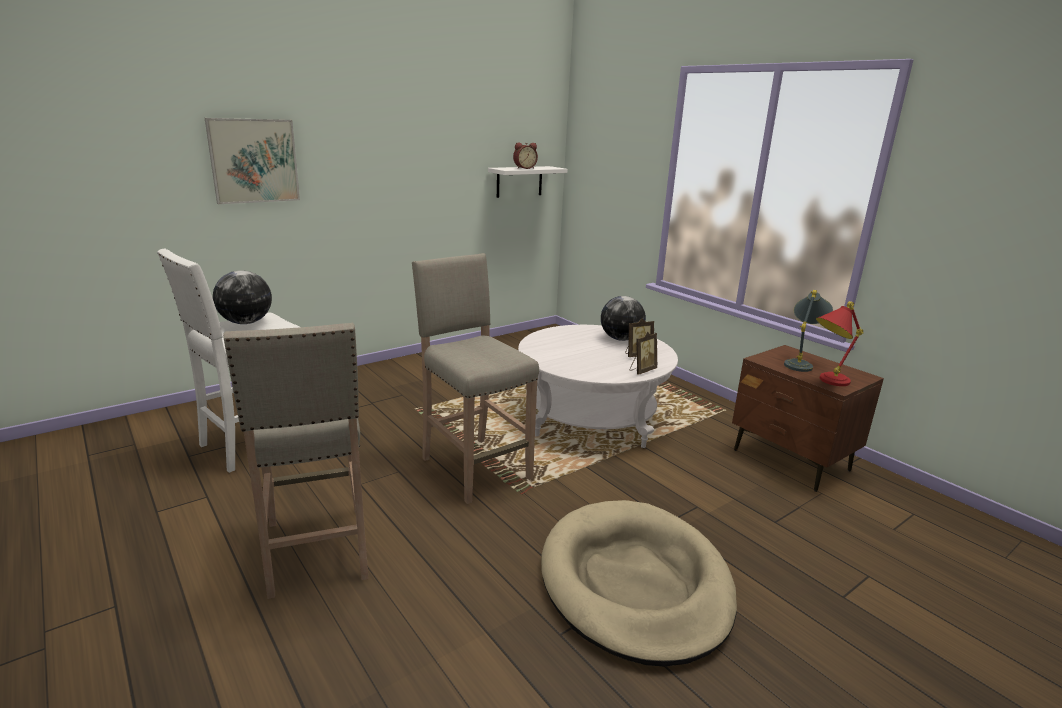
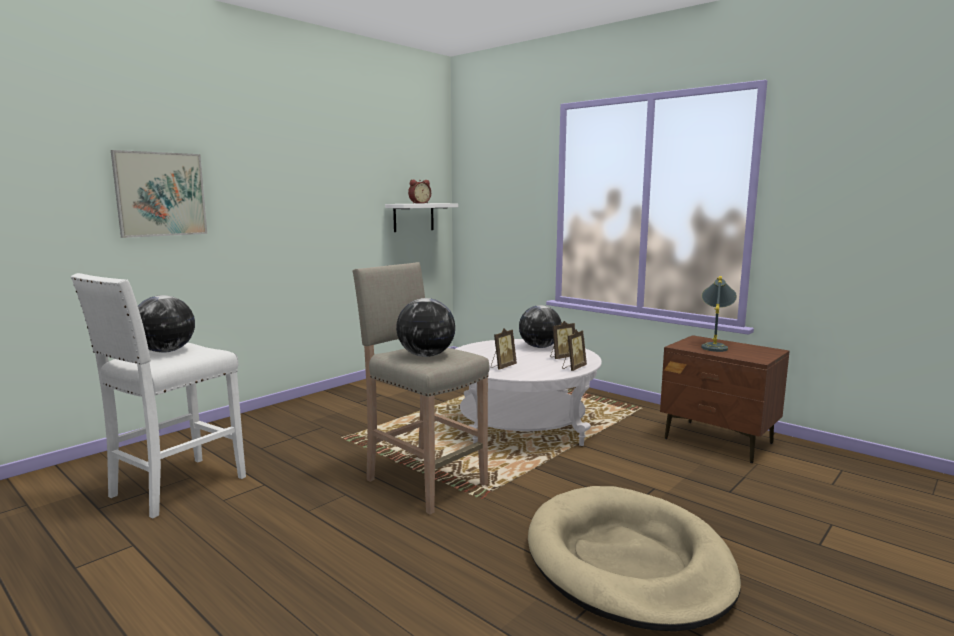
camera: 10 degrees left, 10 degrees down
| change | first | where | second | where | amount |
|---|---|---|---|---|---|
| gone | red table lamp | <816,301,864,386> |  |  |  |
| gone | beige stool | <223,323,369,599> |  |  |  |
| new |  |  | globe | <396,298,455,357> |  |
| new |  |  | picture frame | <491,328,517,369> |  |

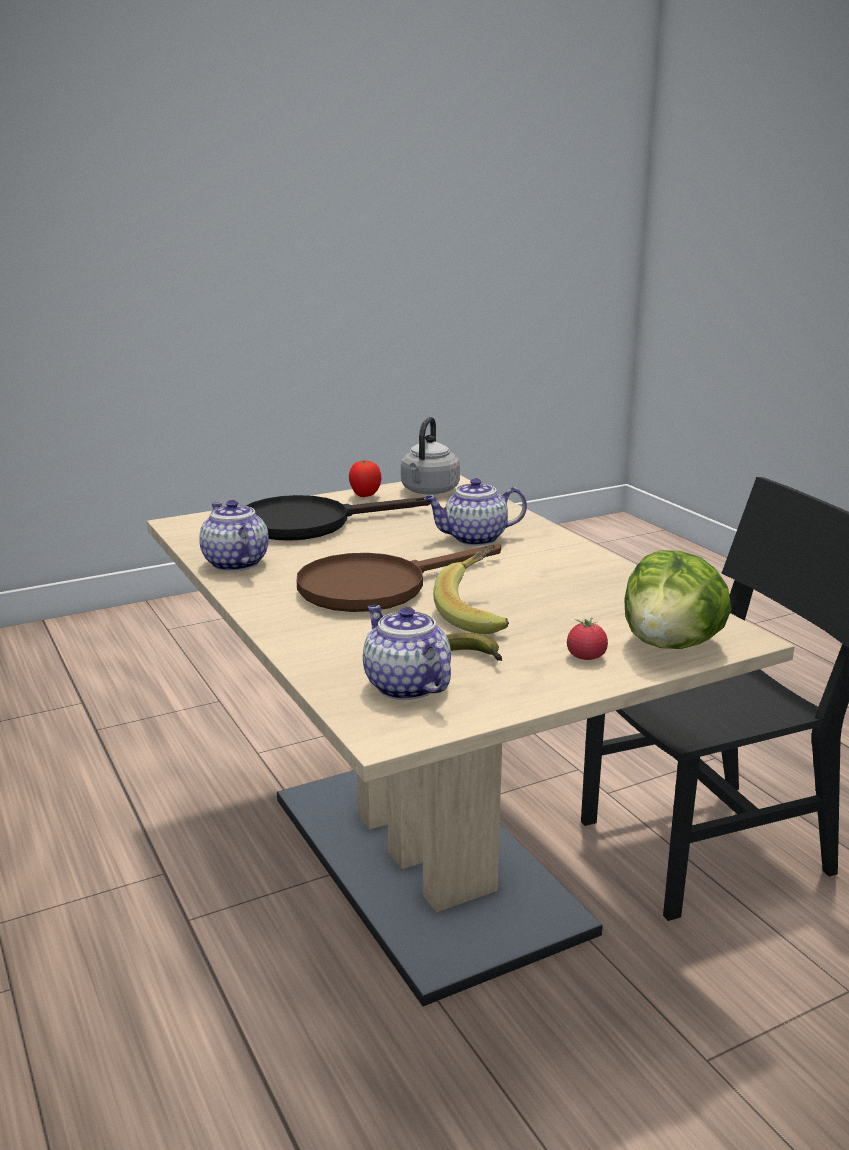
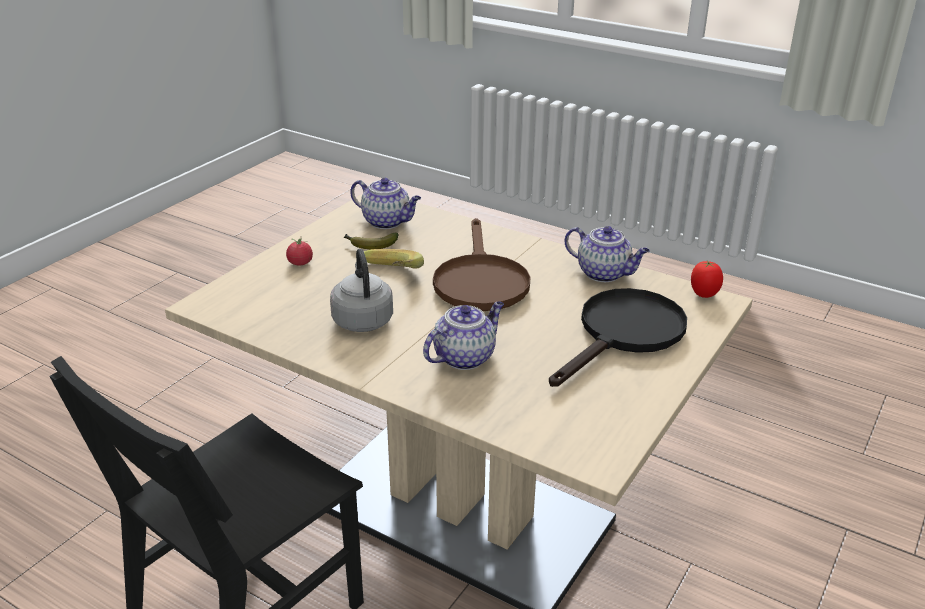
camera: 150 degrees right, 10 degrees up
| change | first | where | second | where | amount |
|---|---|---|---|---|---|
| shifted | grey kettle | <401,417,460,495> |  | <330,249,393,332> |  |
| shifted | tomato | <349,460,381,497> |  | <691,261,723,298> |  |
| rotated | brown frying pan | <297,544,501,612> |  | <433,218,531,311> | 150 degrees clockwise |
| gone | lettuce | <624,550,731,649> |  |  |  |

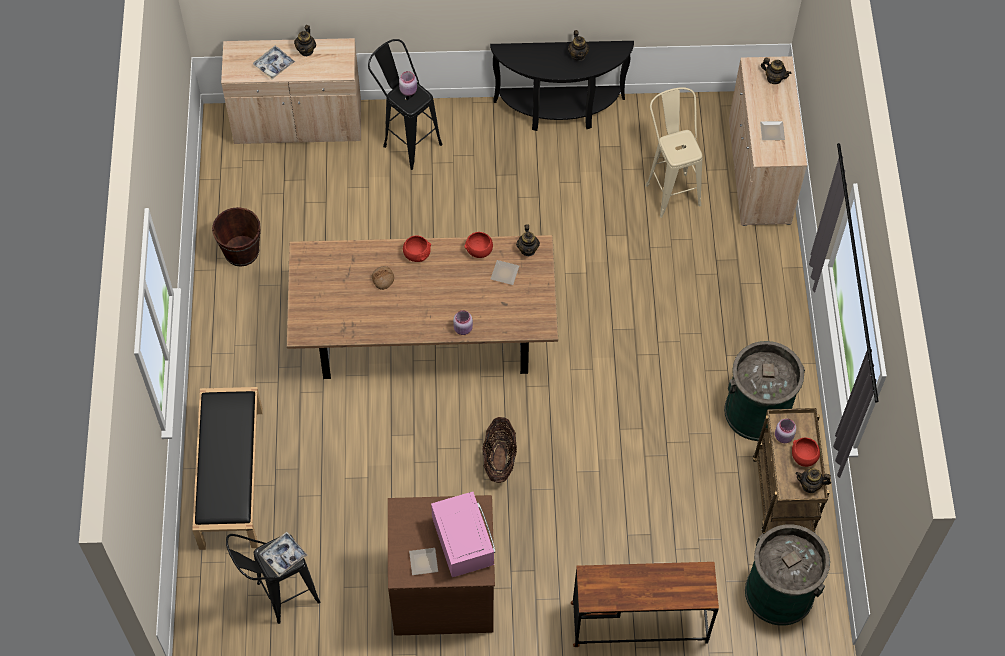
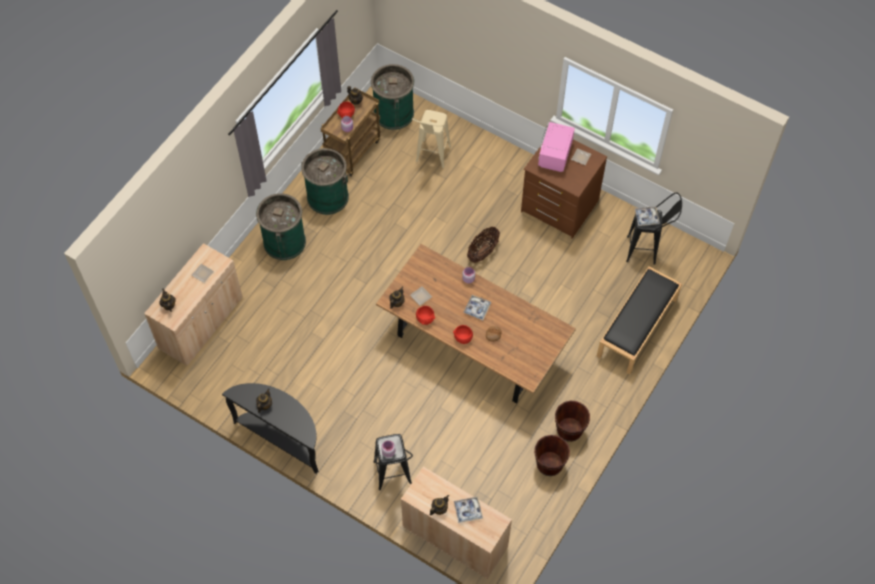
camera: 145 degrees left, 0 degrees up
| change | first | where | second | where | amount |
|---|---|---|---|---|---|
| shifted | beige stool | <645,87,702,218> |  | <412,110,451,168> |  |
| gone | brown desk | <571,562,719,647> |  |  |  |
| new |  |  | green trash can | <256,193,306,260> |  |
| new |  |  | tray | <463,295,491,320> |  |
| new |  |  | brown bucket | <555,401,590,442> |  |

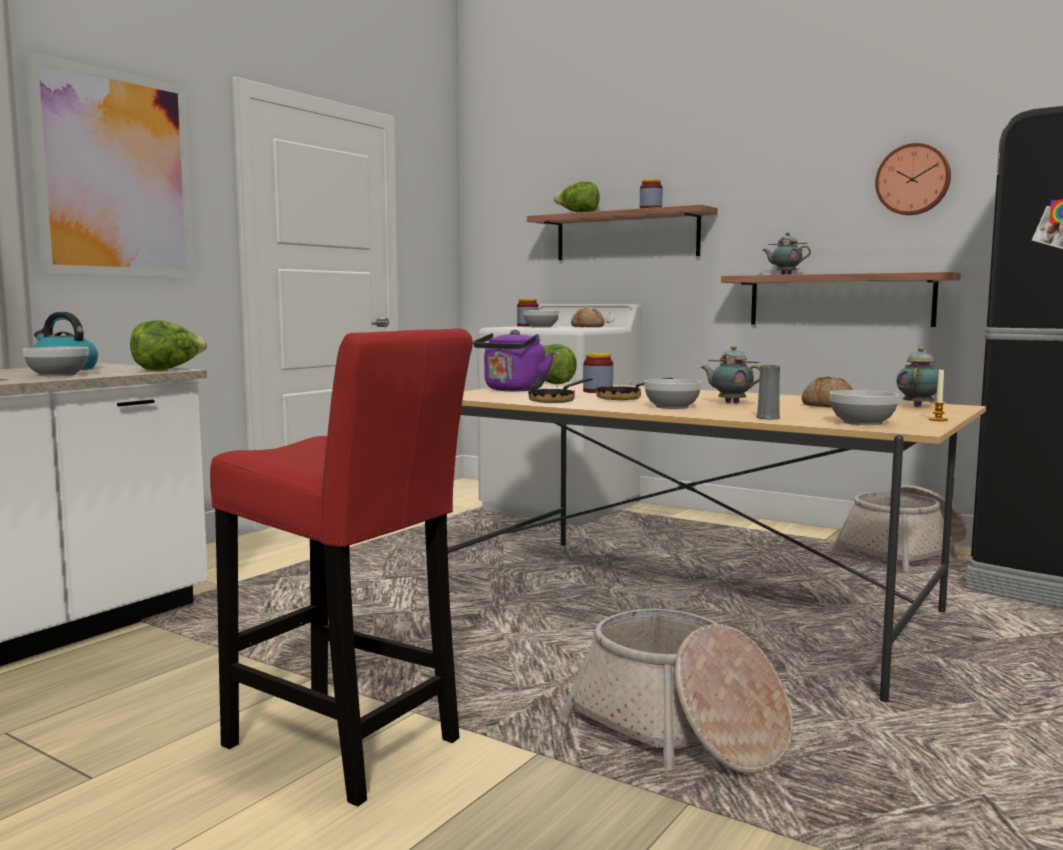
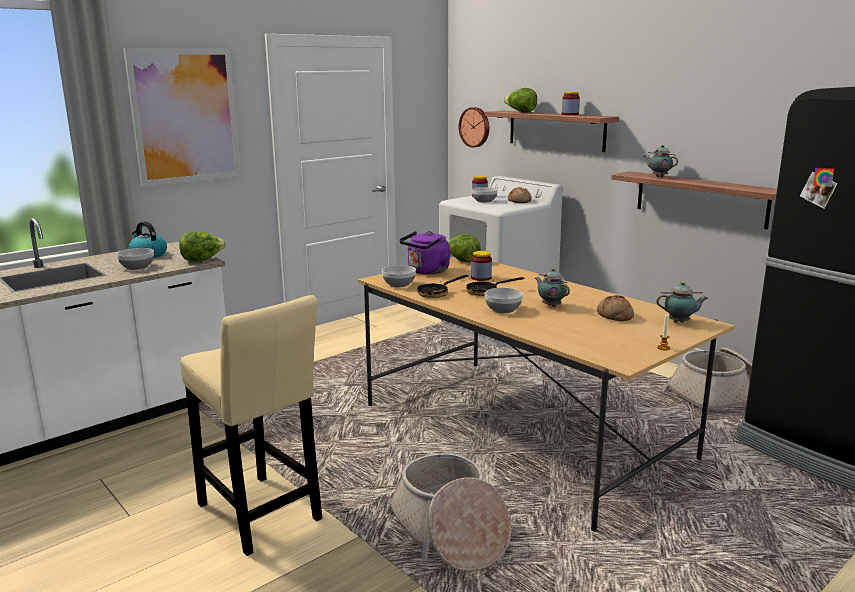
camera: 15 degrees right, 10 degrees up
| change | first | where | second | where | amount |
|---|---|---|---|---|---|
| shifted | wall clock | <875,143,951,215> |  | <459,107,489,148> |  |
| repainted | red stool | <210,329,473,806> | beige stool | <181,295,322,556> |  |
| rotated | teapot | <896,347,939,407> |  | <656,281,708,323> | 45 degrees clockwise |
| gone | grey vase | <757,365,780,419> |  |  |  |
| shifted | bowl | <830,390,899,425> |  | <382,265,416,287> |  |

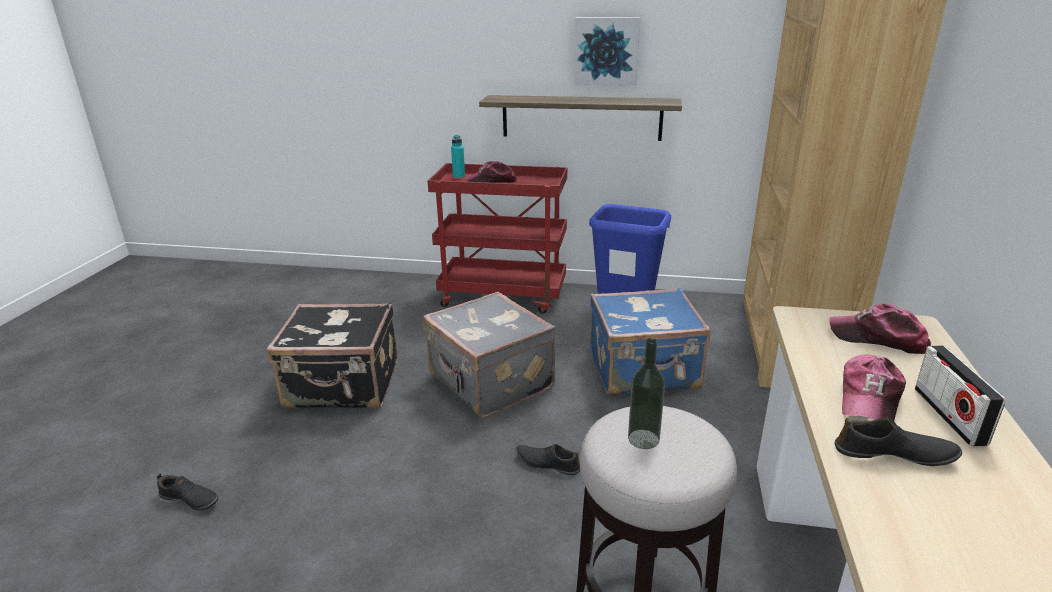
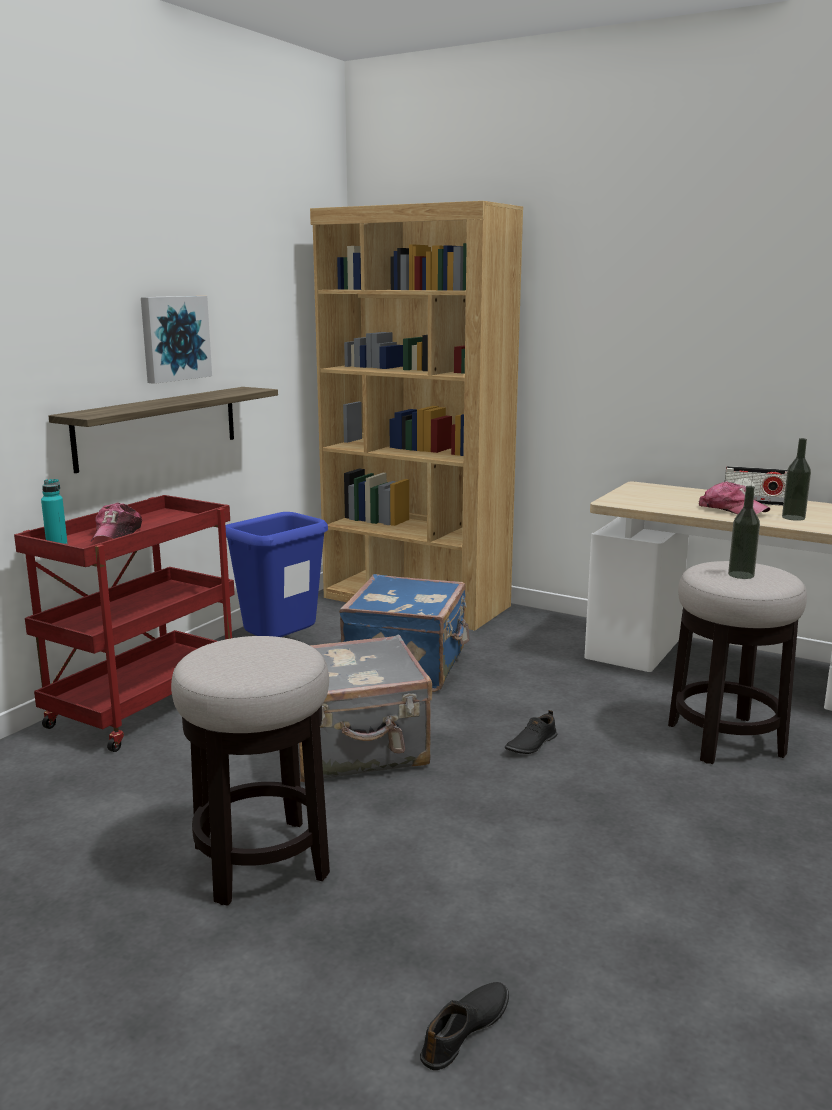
camera: 70 degrees left, 10 degrees down
| change | first | where | second | where | amount |
|---|---|---|---|---|---|
| swapped | black suitcase | <267,303,398,408> | stool | <171,636,330,906> |  |
| gone | cap | <829,304,931,354> |  |  |  |
| swapped | black shoe | <835,418,962,466> | bottle | <782,438,811,521> |  |

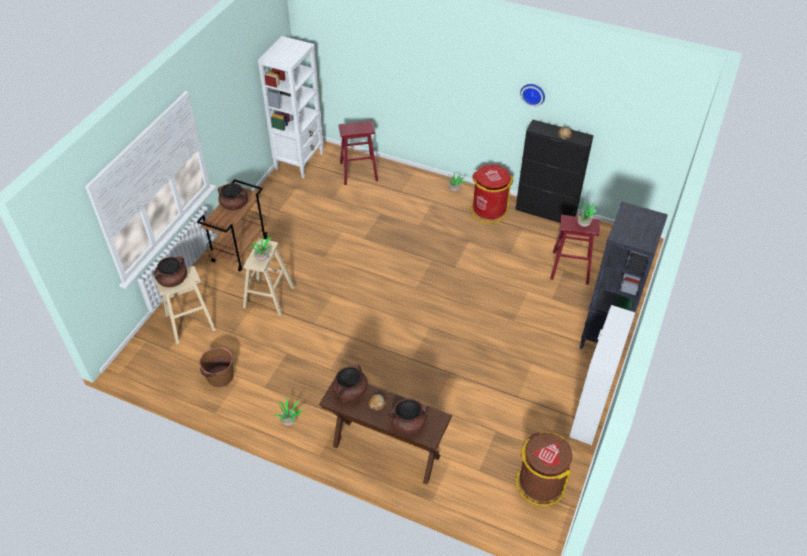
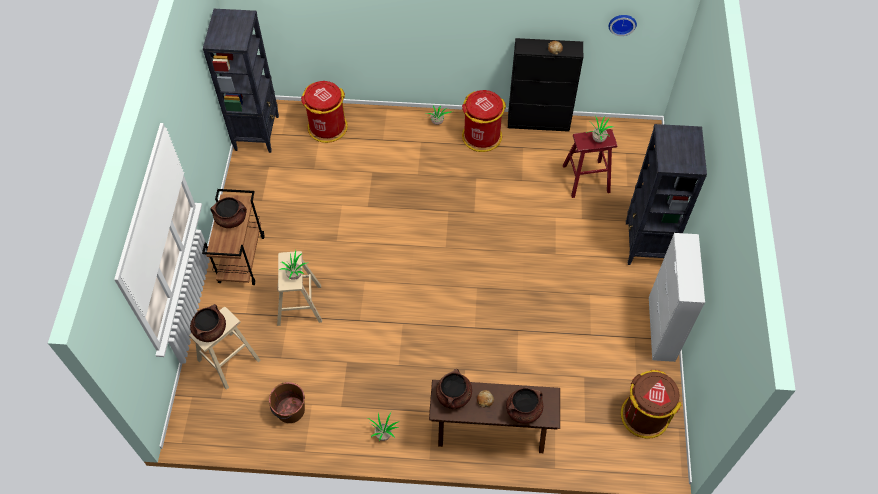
camera: 20 degrees left, 10 degrees up
| change | first | where | second | where | amount |
|---|---|---|---|---|---|
| repainted | white bookcase | <258,36,324,178> | black bookcase | <203,9,279,153> |  |
| shifted | wall clock | <520,84,545,107> |  | <608,15,637,36> |  |
| swapped | red stool | <338,121,378,185> | red trash can | <301,81,348,143> |  |

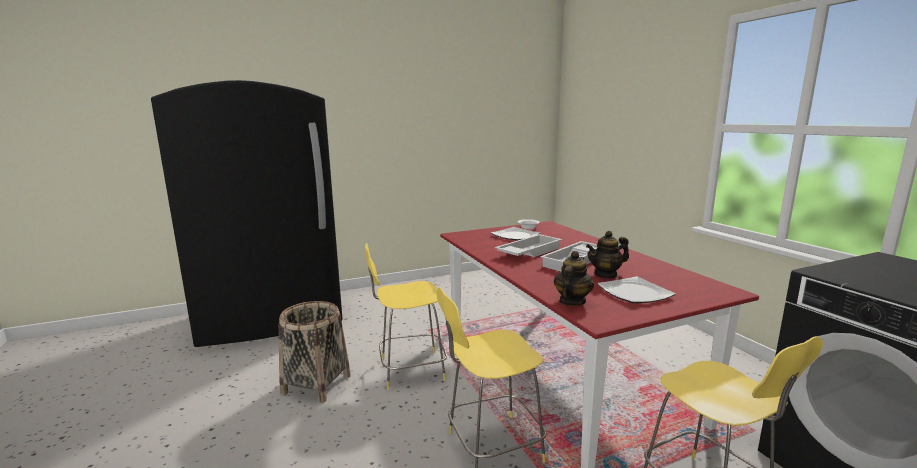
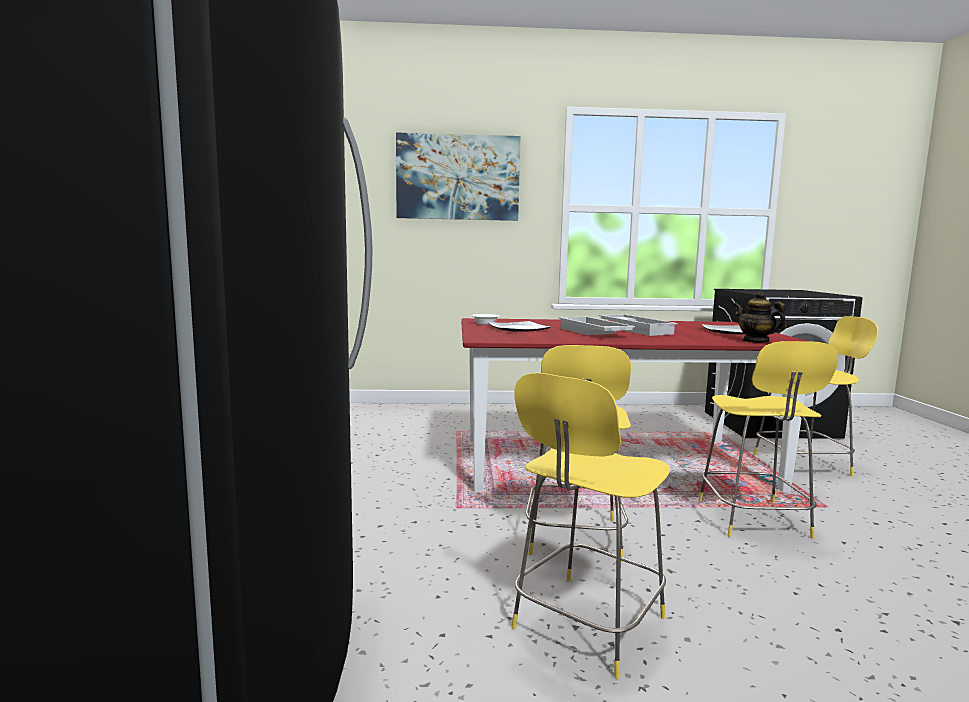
camera: 70 degrees left, 5 degrees down
| change | first | where | second | where | amount |
|---|---|---|---|---|---|
| gone | teapot | <586,231,629,279> |  |  |  |
| swapped | basket | <278,301,351,403> | yellow stool | <511,373,670,679> |  |
| new |  |  | picture | <396,133,520,221> |  |

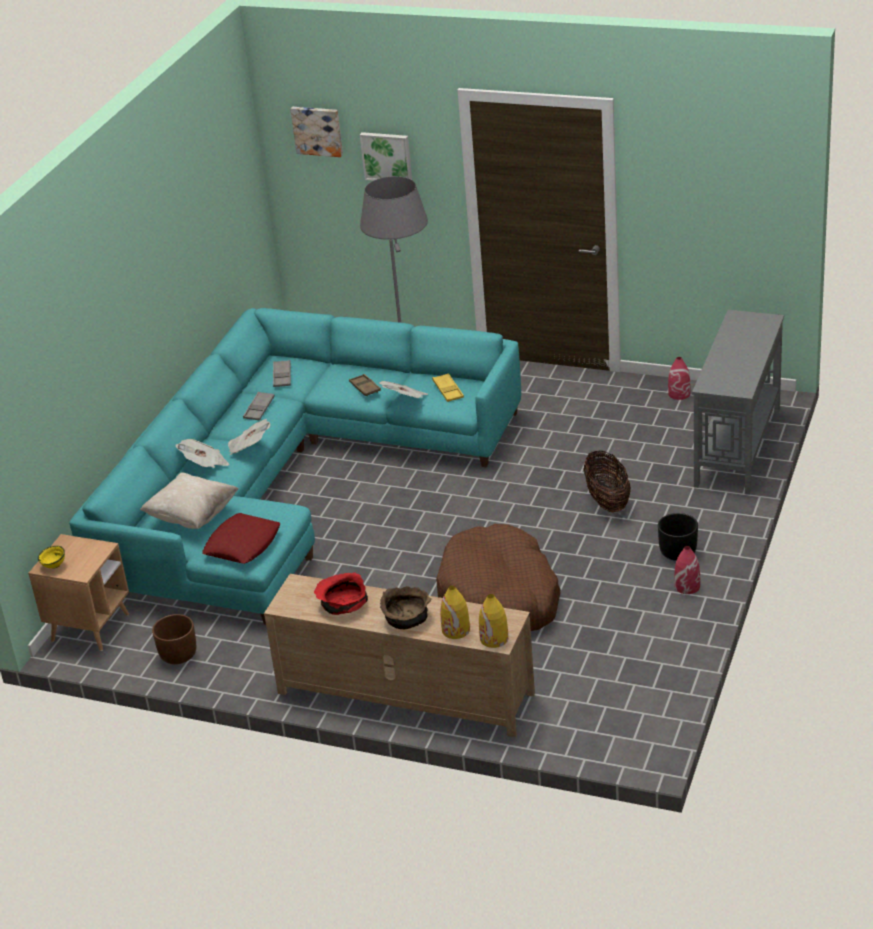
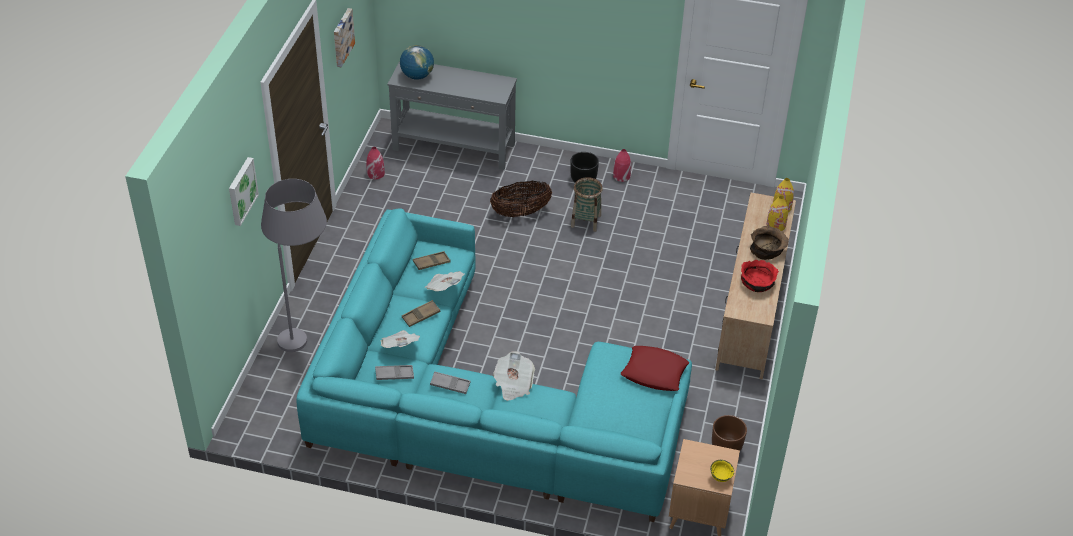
camera: 100 degrees left, 10 degrees up
| change | first | where | second | where | amount |
|---|---|---|---|---|---|
| shifted | picture | <290,107,343,157> |  | <334,8,355,67> |  |
| repainted | yellow tray | <432,373,464,402> | brown tray | <413,251,450,270> |  |
| shifted | newspaper | <175,439,230,468> |  | <381,330,420,348> |  |
| gone | beige pillow | <140,472,238,529> |  |  |  |
| gone | brown dog bed | <436,524,561,631> |  |  |  |
| new |  |  | globe | <400,45,434,80> |  |
| new |  |  | basket | <571,177,603,232> |  |

